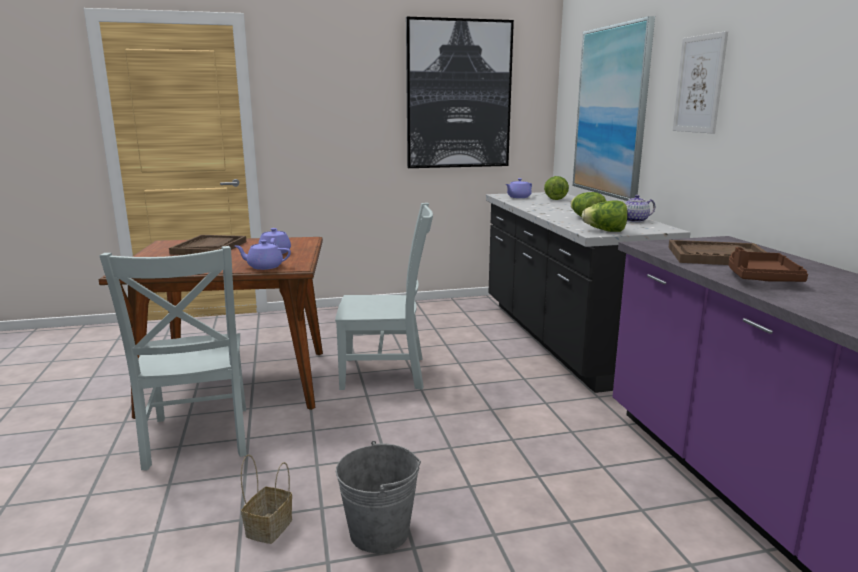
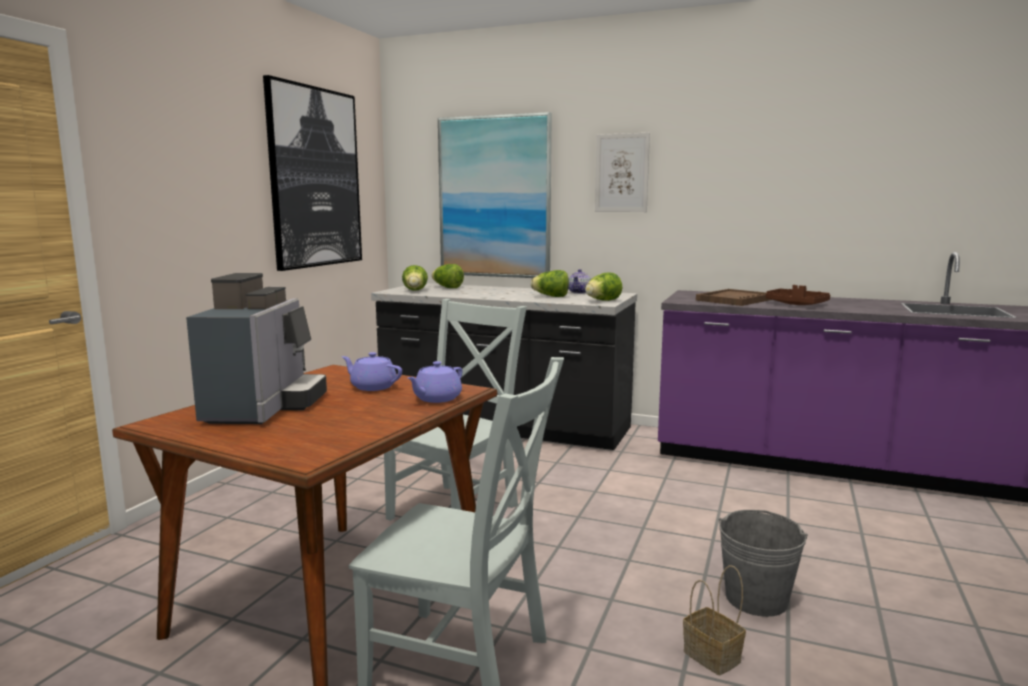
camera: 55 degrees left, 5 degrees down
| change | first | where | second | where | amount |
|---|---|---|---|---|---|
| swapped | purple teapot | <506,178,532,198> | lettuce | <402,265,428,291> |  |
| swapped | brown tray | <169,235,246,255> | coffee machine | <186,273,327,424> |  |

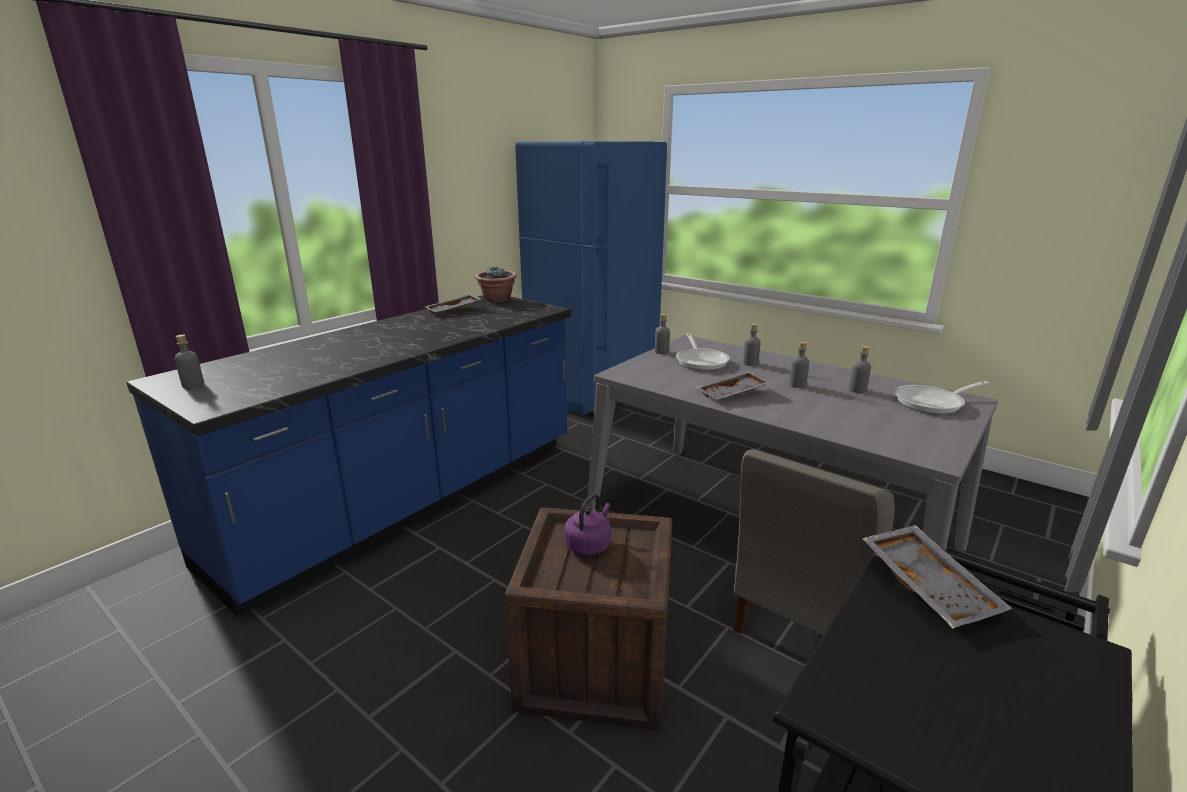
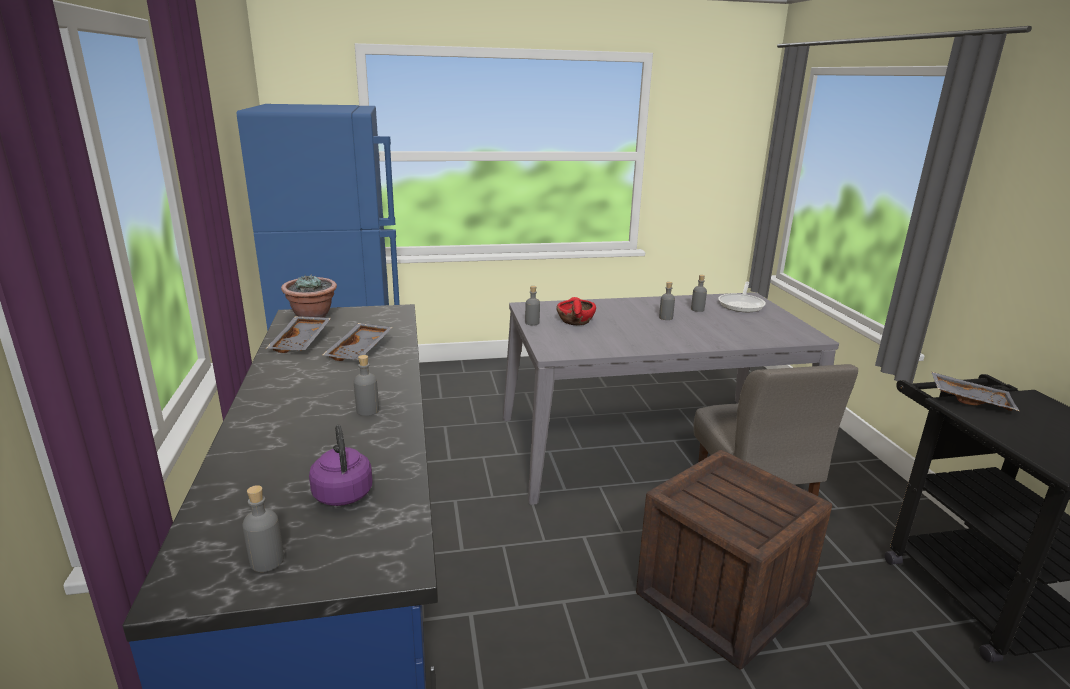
camera: 50 degrees left, 0 degrees up
| change | first | where | second | where | amount |
|---|---|---|---|---|---|
| shifted | grey bottle | <743,324,761,366> |  | <354,355,379,416> |  |
| swapped | frying pan | <676,333,730,370> | red bowl | <556,297,596,325> |  |
| shifted | grey tray | <696,370,771,399> |  | <323,323,393,361> |  |
| shifted | purple kettle | <564,494,611,555> |  | <309,425,373,506> |  |

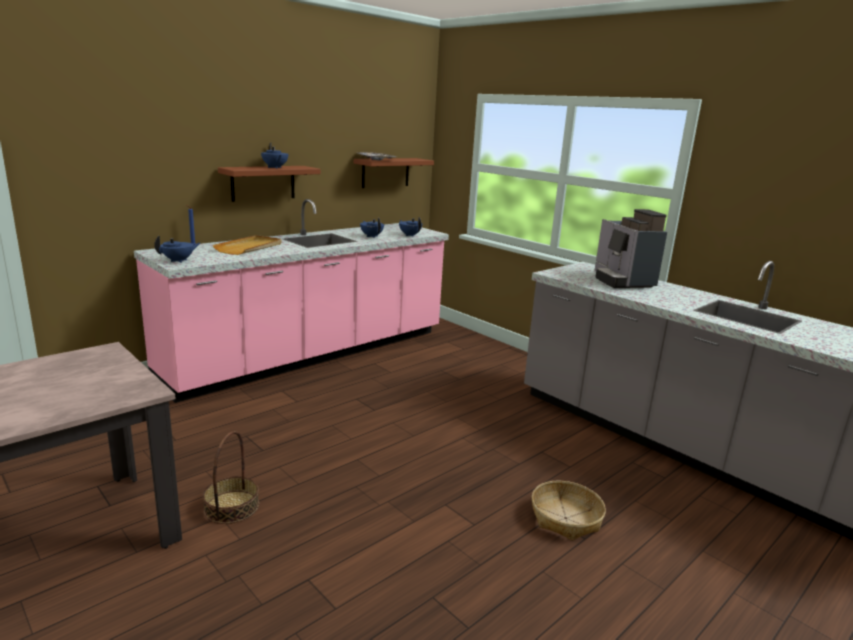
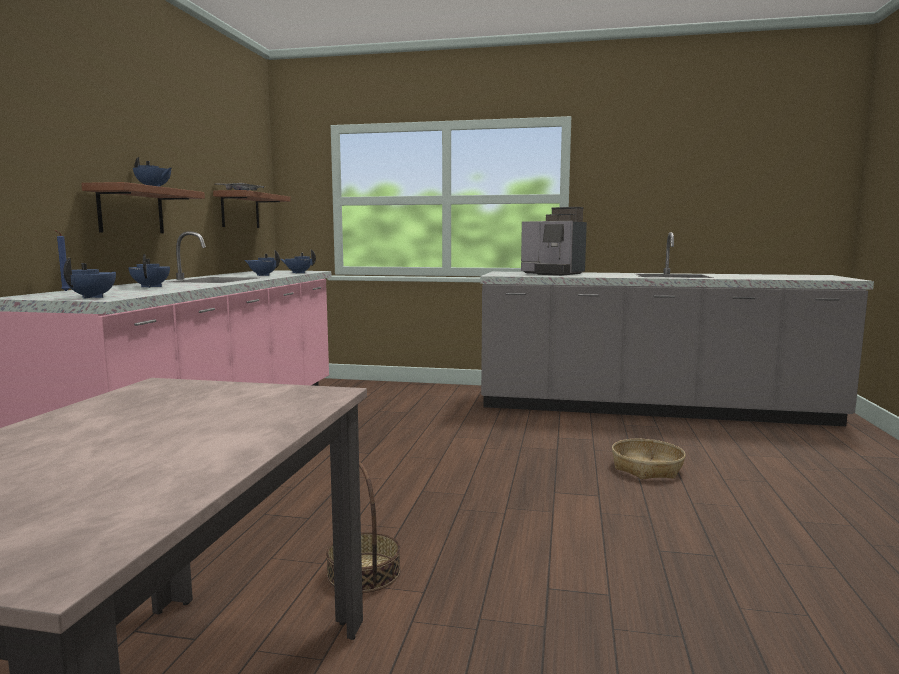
camera: 35 degrees left, 10 degrees down
| change | first | where | second | where | amount |
|---|---|---|---|---|---|
| swapped | beige tray | <213,235,281,255> | blue teapot | <128,254,170,288> |  |

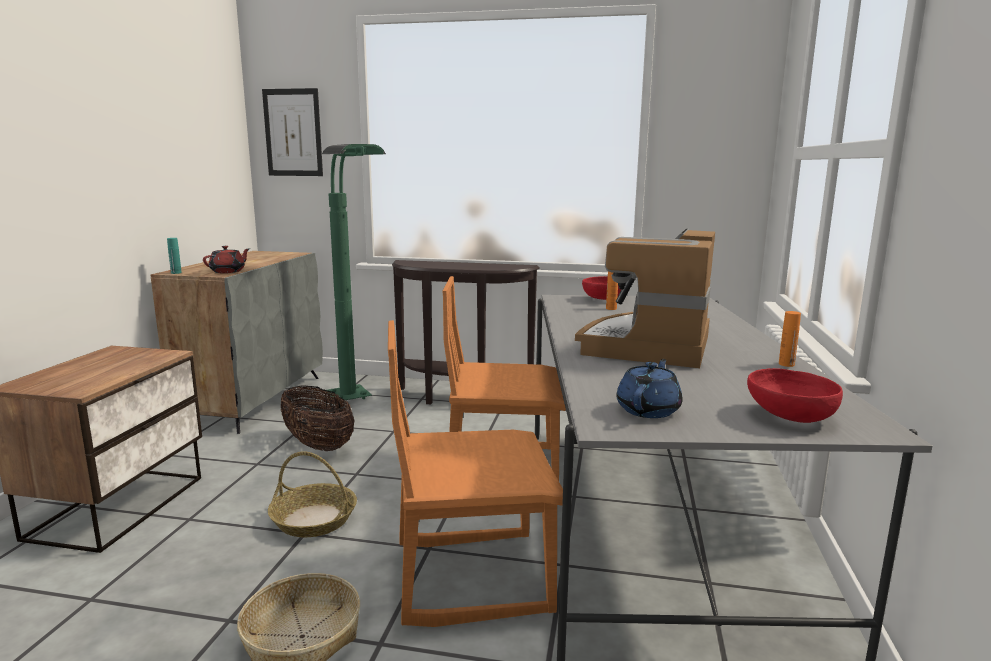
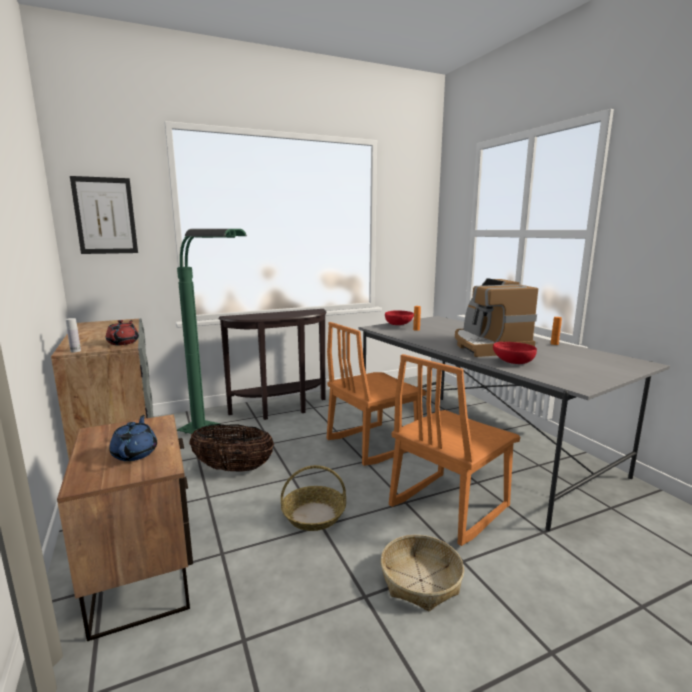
camera: 35 degrees left, 0 degrees up
| change | first | where | second | where | amount |
|---|---|---|---|---|---|
| repainted | turquoise bottle | <167,238,182,274> | white bottle | <66,318,81,353> |  |
| shifted | blue teapot | <616,359,682,418> |  | <109,415,157,461> |  |
| shifted | red bowl | <747,368,843,423> |  | <493,342,537,364> |  |

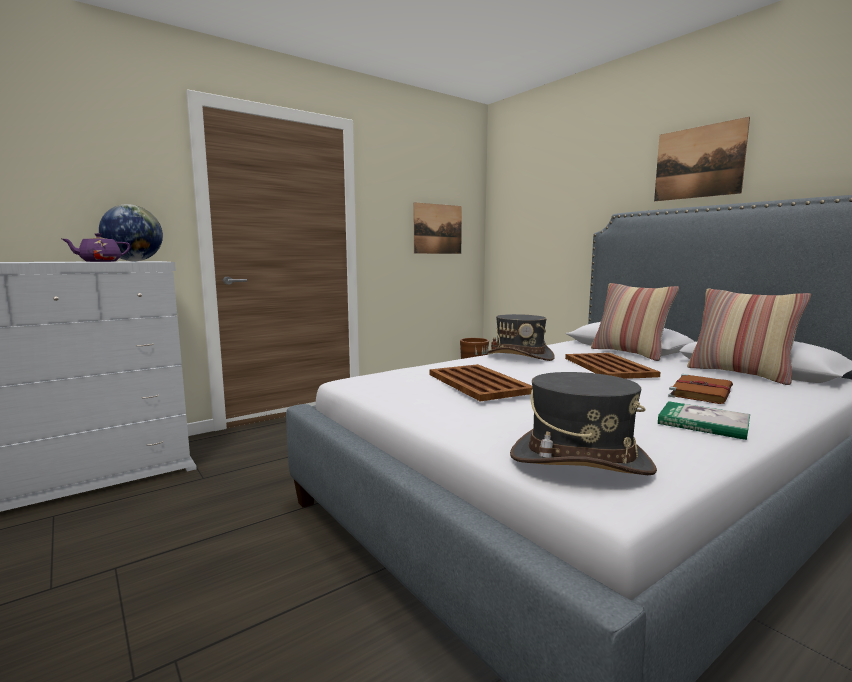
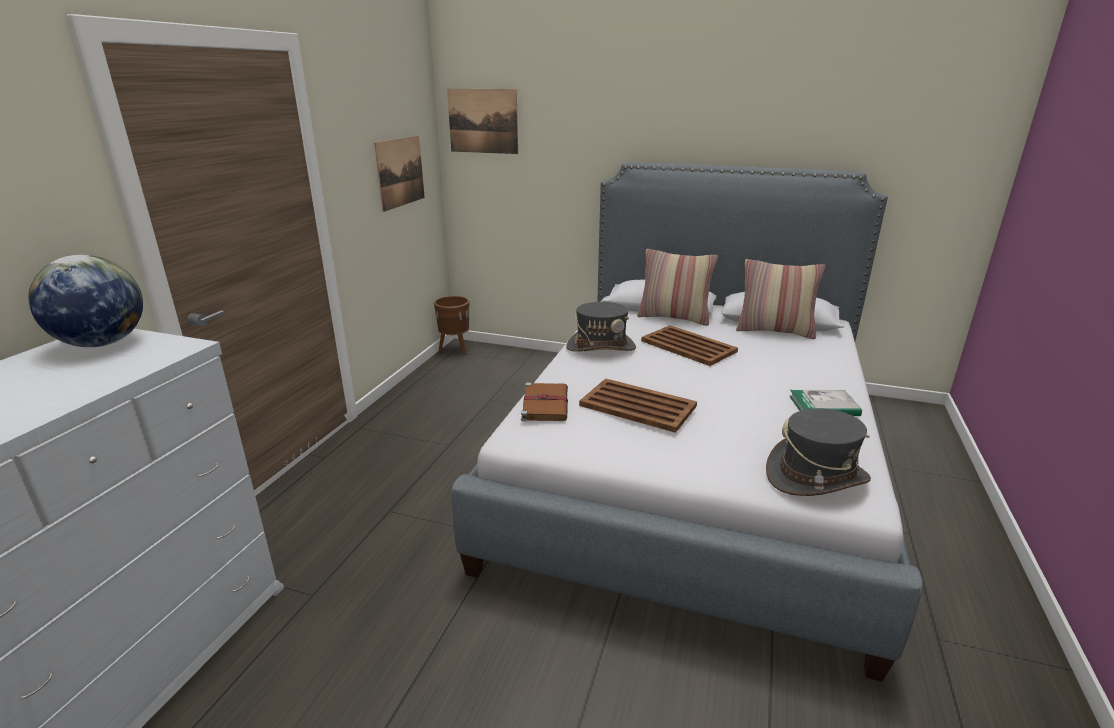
camera: 35 degrees left, 15 degrees up
| change | first | where | second | where | amount |
|---|---|---|---|---|---|
| shifted | picture | <654,117,750,201> |  | <447,89,518,154> |  |
| gone | purple teapot | <62,233,130,262> |  |  |  |
| shifted | brown book | <668,374,733,404> |  | <521,383,568,421> |  |

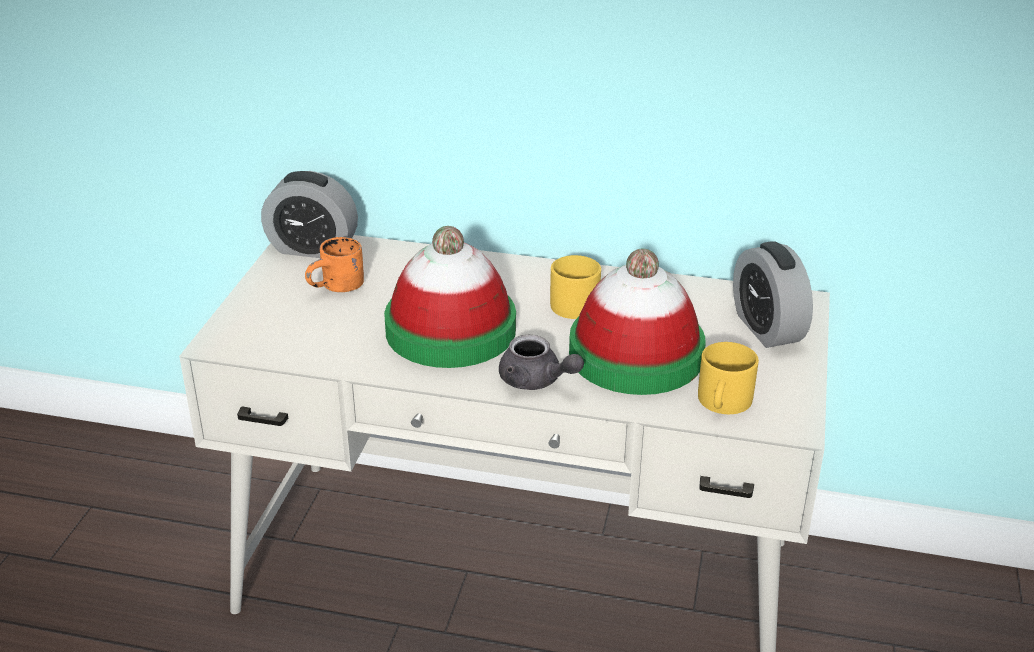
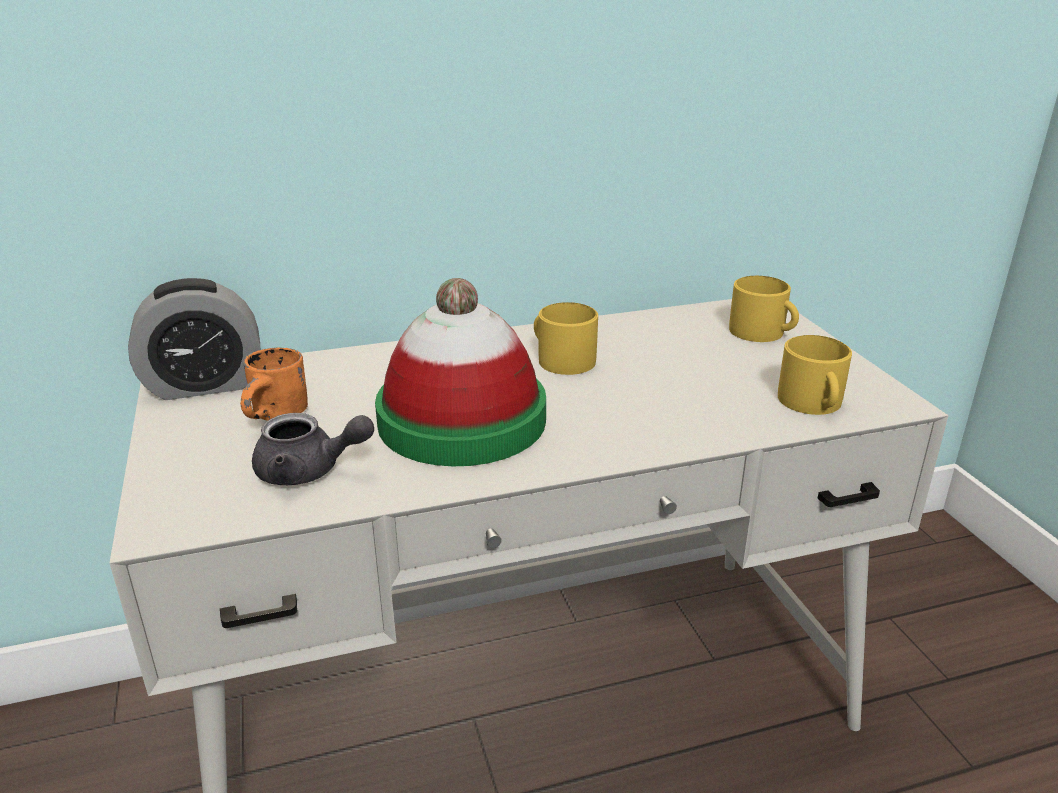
camera: 30 degrees left, 5 degrees down
| change | first | where | second | where | amount |
|---|---|---|---|---|---|
| swapped | alarm clock | <733,241,813,348> | yellow mug | <729,276,799,342> |  |
| gone | hat | <569,248,706,395> |  |  |  |
| shifted | grey teapot | <499,335,584,390> |  | <252,413,374,485> |  |

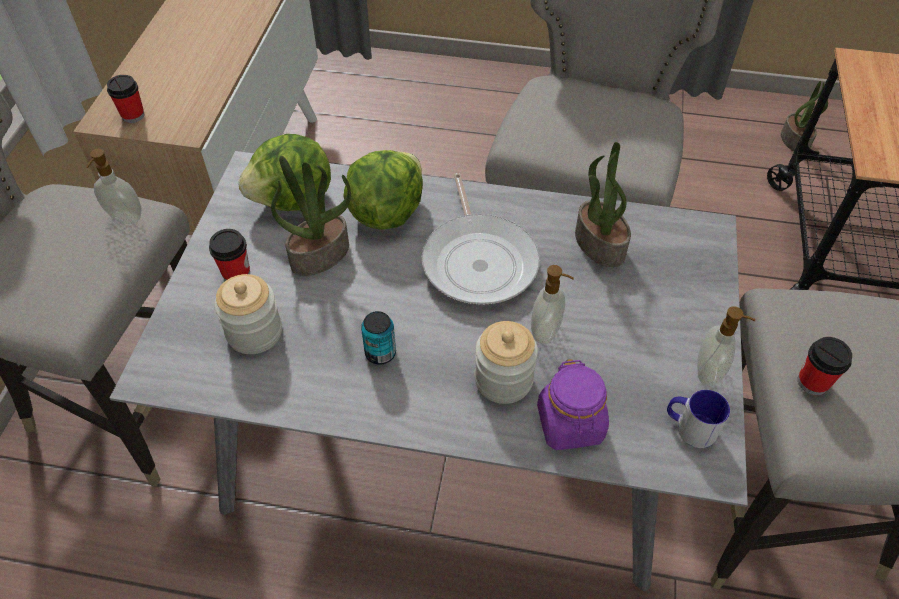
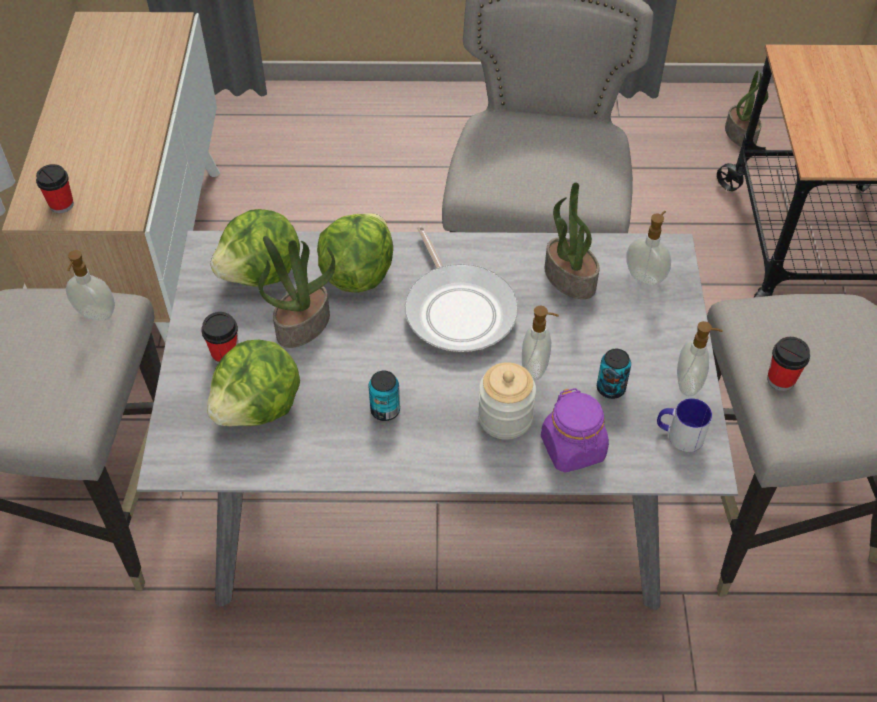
camera: 10 degrees left, 0 degrees up
| change | first | where | second | where | amount |
|---|---|---|---|---|---|
| swapped | jar | <214,274,282,354> | lettuce | <207,340,300,426> |  |
| new |  |  | soap dispenser | <626,211,671,286> |  |
| new |  |  | can | <597,349,631,399> |  |

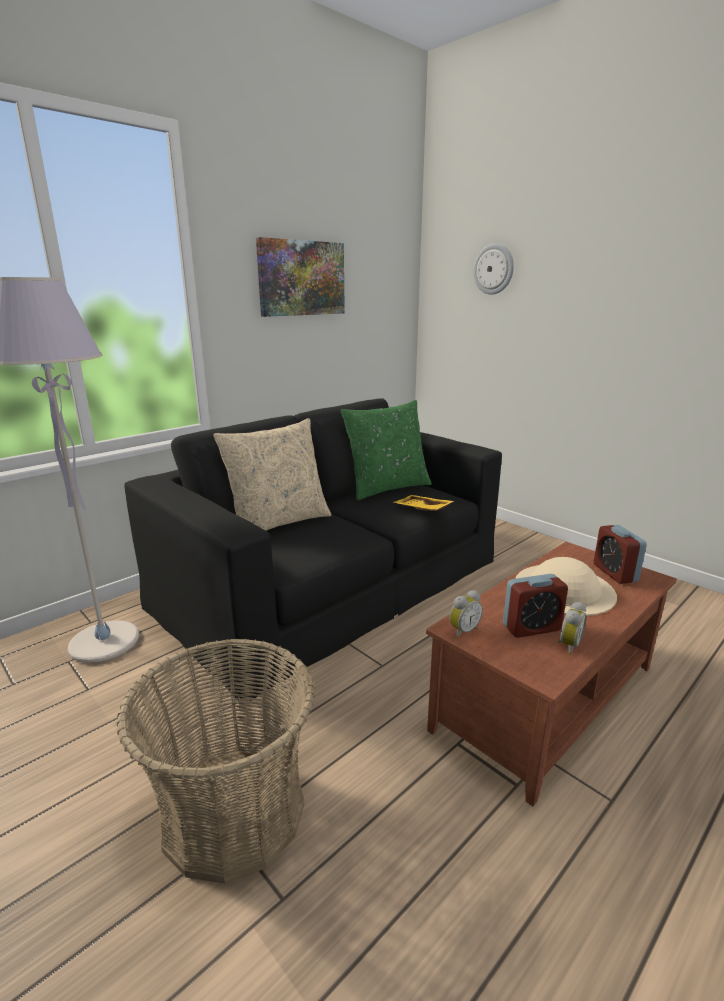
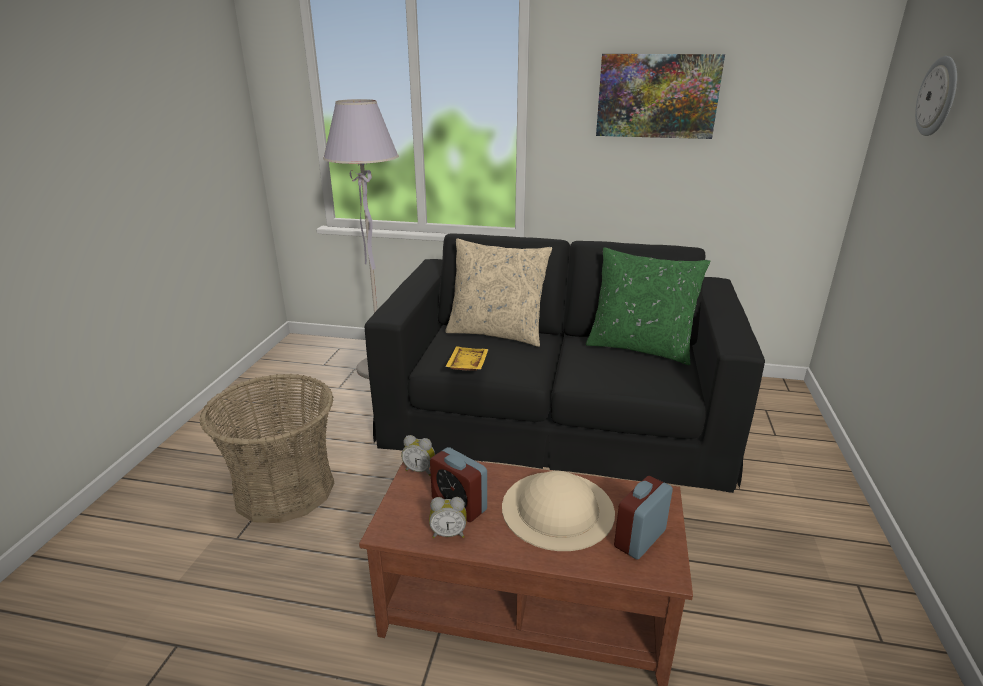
camera: 55 degrees right, 5 degrees up
| change | first | where | second | where | amount |
|---|---|---|---|---|---|
| shifted | yellow tray | <393,495,454,511> |  | <445,346,489,371> |  |

